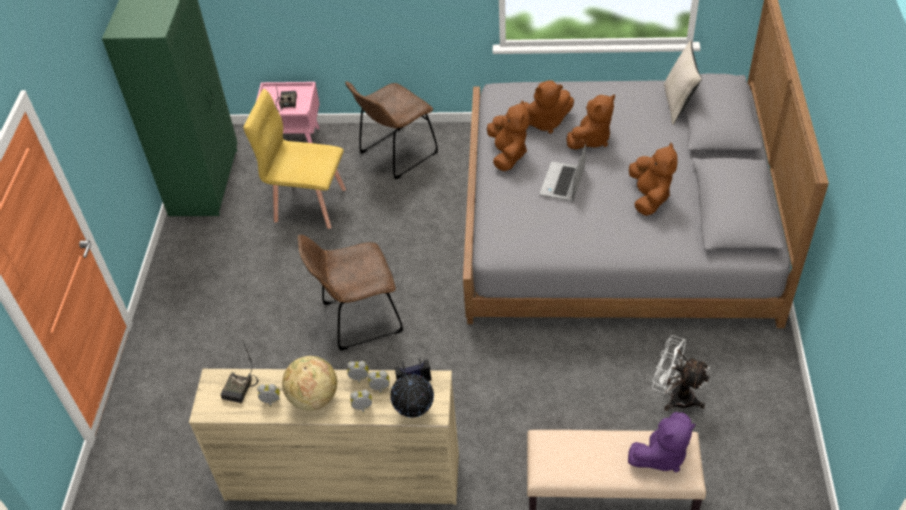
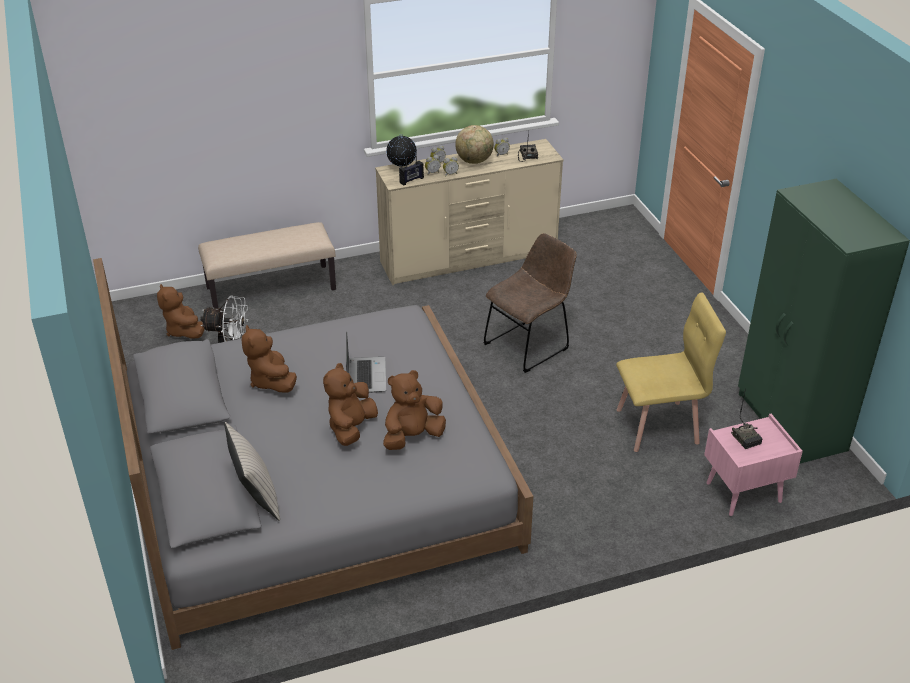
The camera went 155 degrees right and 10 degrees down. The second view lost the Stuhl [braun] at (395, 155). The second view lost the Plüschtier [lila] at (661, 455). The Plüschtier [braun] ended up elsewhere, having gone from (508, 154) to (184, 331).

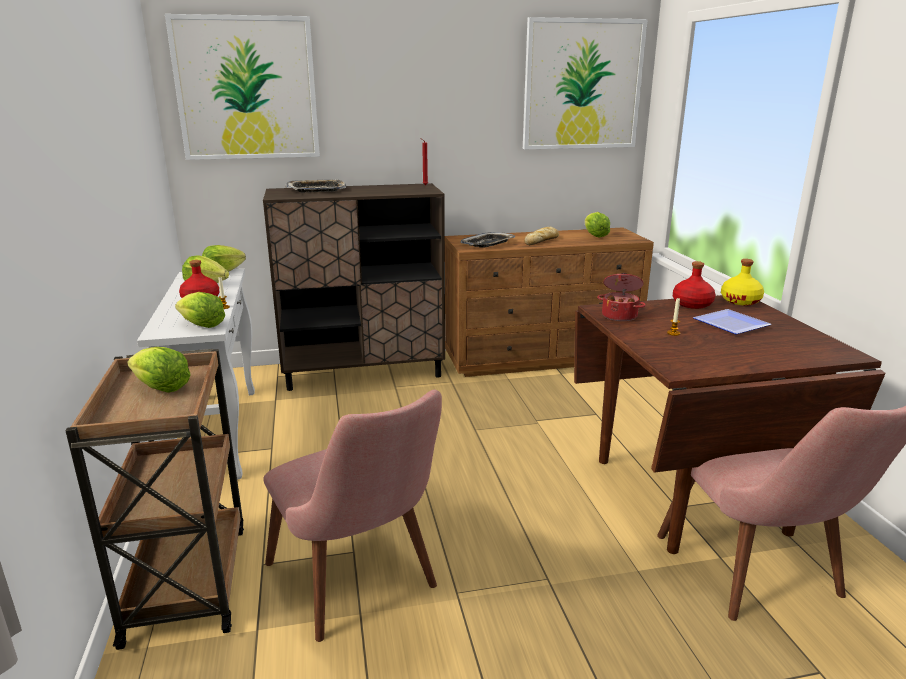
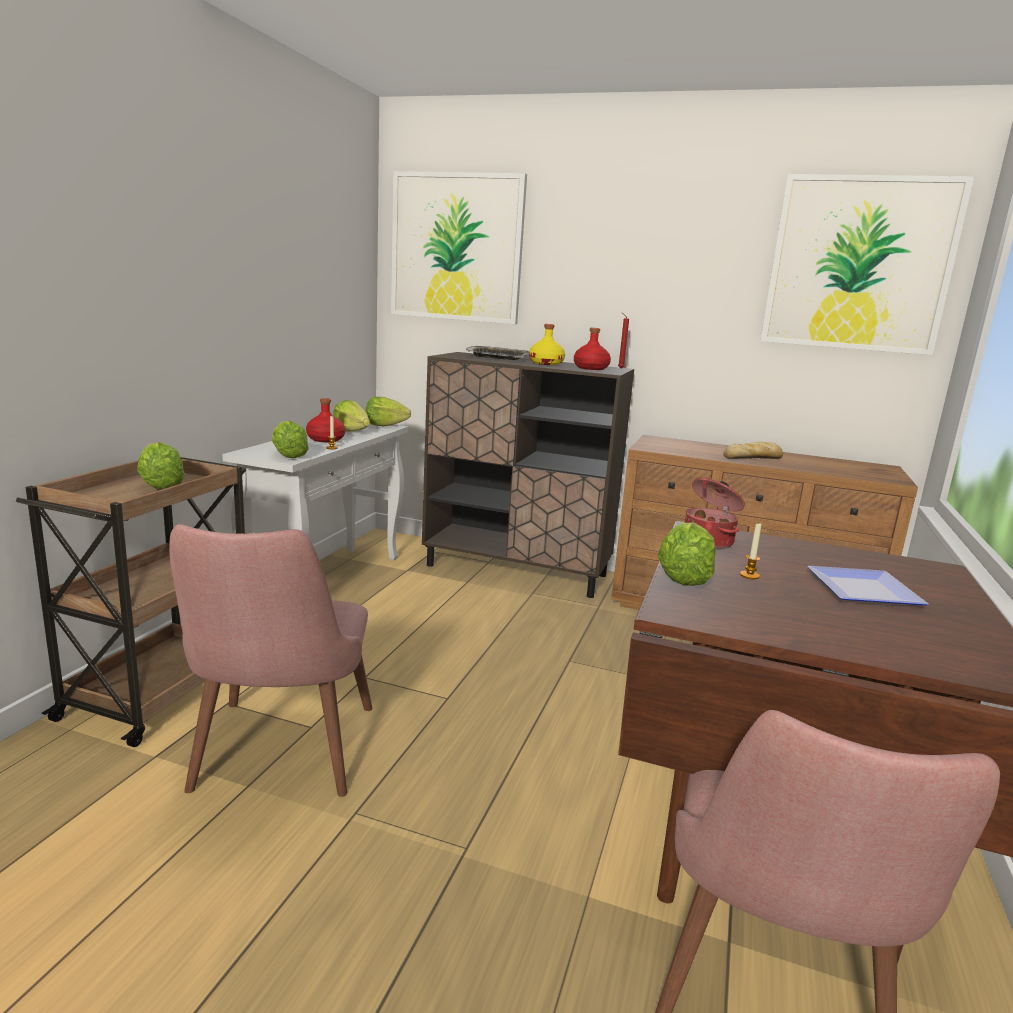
The camera went 30 degrees right and 5 degrees down. The second view lost the Tablett at (488, 244). The Salatkopf ended up elsewhere, having gone from (594, 235) to (684, 577). The Flasche [rot] ended up elsewhere, having gone from (692, 304) to (591, 368). The Flasche [gelb] ended up elsewhere, having gone from (740, 301) to (546, 363).

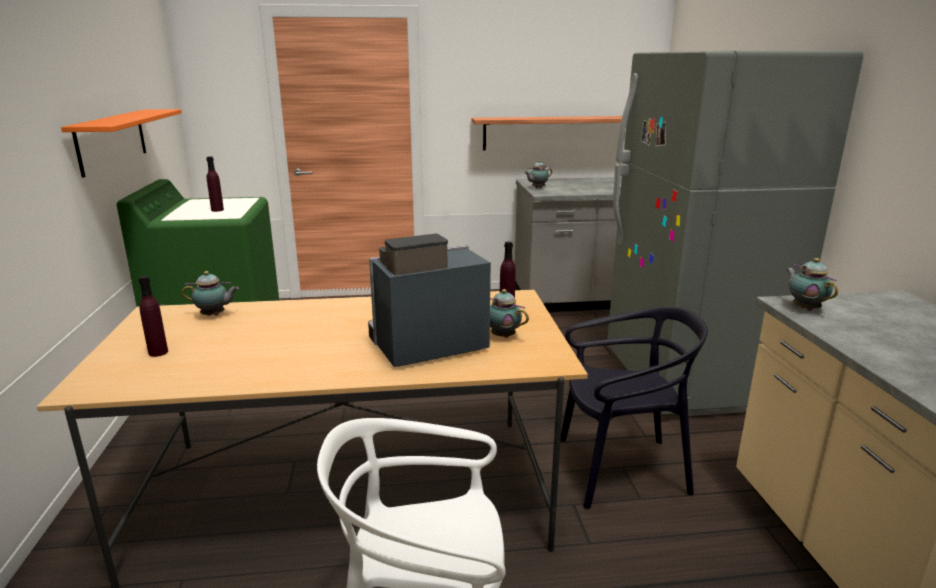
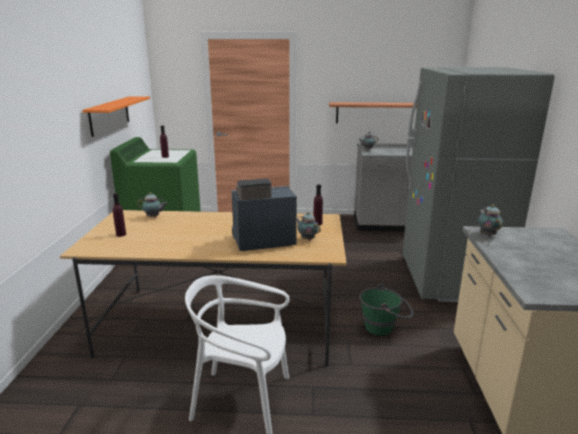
The camera went 10 degrees right and 0 degrees up. Where the Stuhl [schwarz] stood at (621, 469), the Eimer [grün] came to stand at (384, 327).

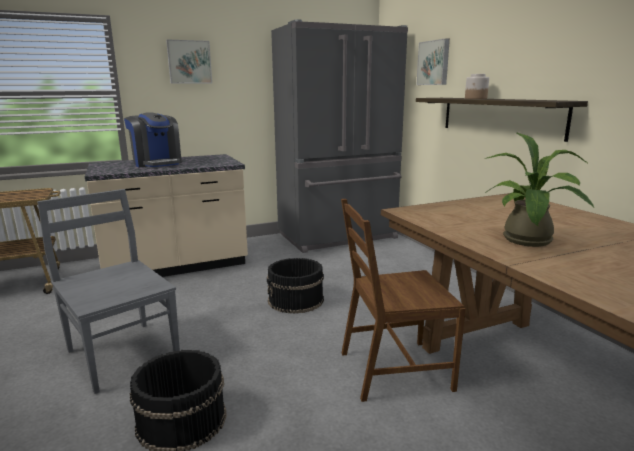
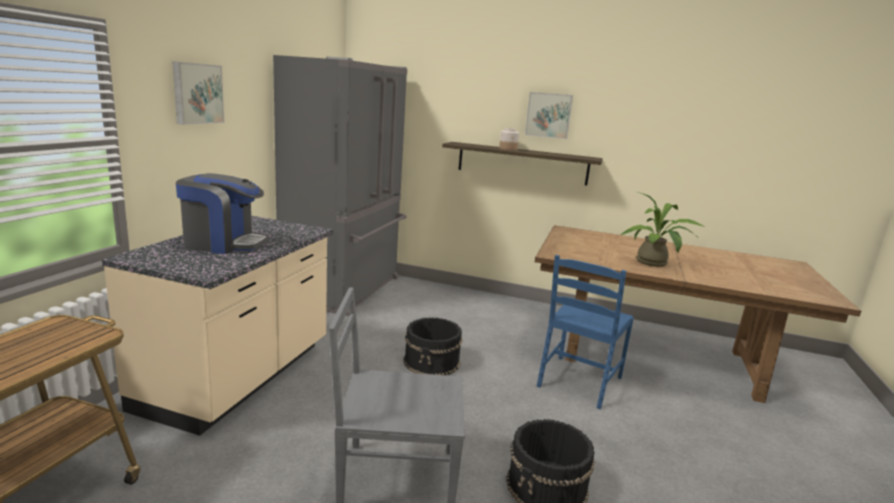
The camera went 50 degrees left and 0 degrees up. The Bild ended up elsewhere, having gone from (434, 63) to (548, 115). What was the Stuhl [braun] at (393, 370) turned into the Stuhl [blau] at (579, 382).

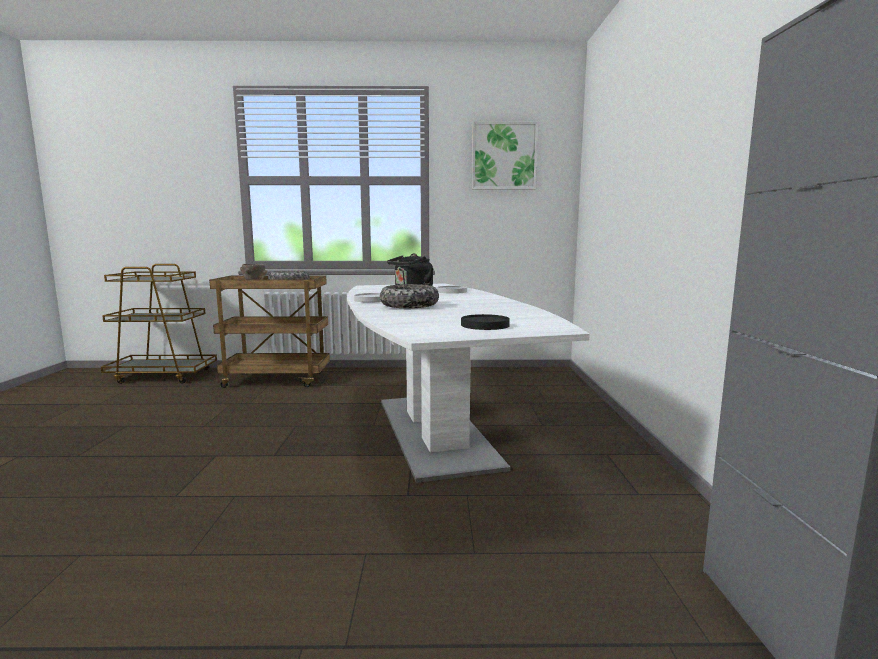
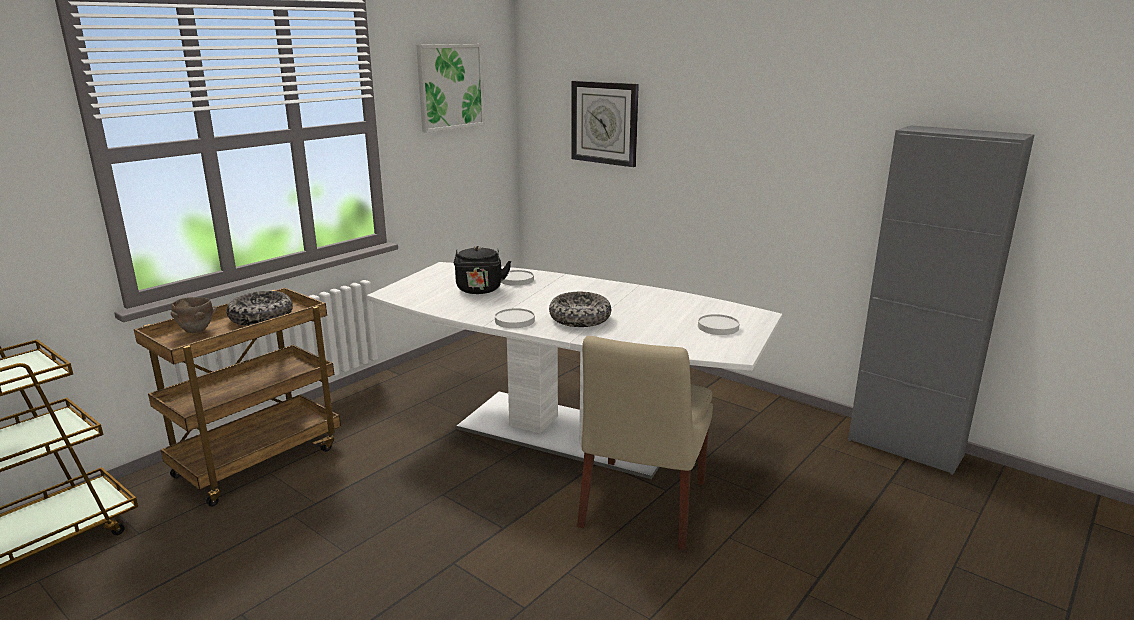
The camera went 50 degrees left and 10 degrees up. The second view gained the Wanduhr at (604, 123). The second view gained the Stuhl [beige] at (642, 507). What was the Teller [schwarz] at (485, 325) turned into the Teller [weiß] at (717, 327).

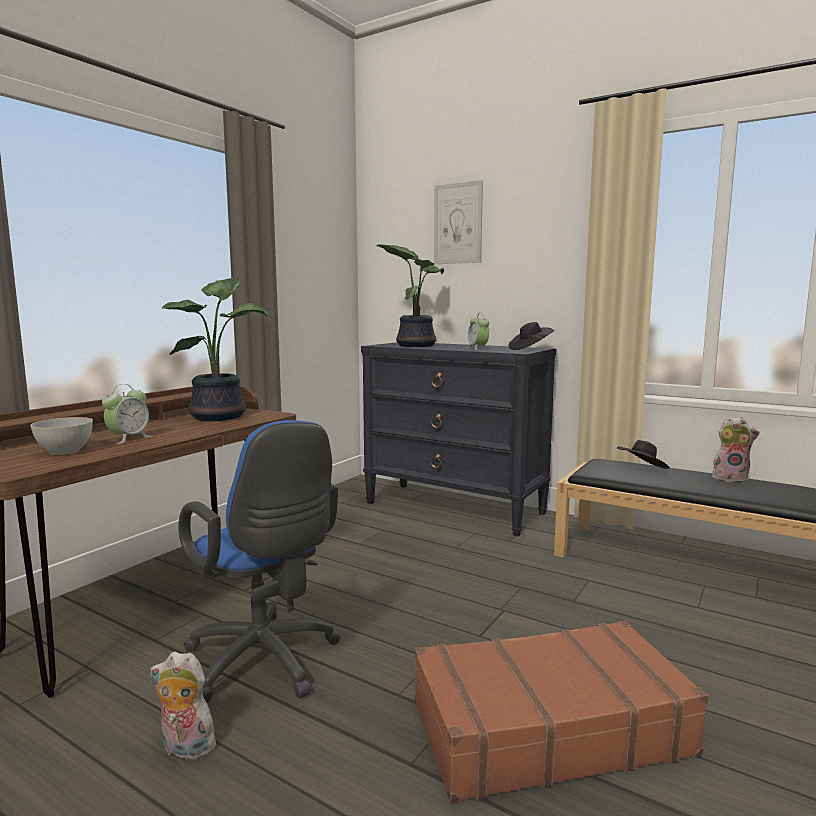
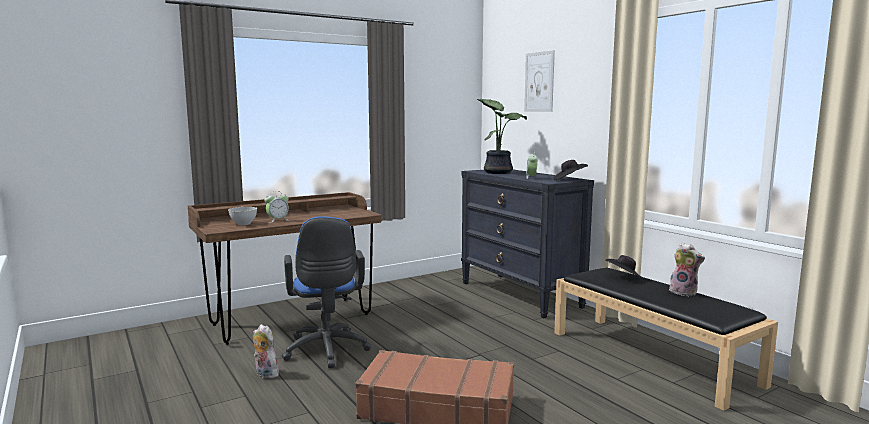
The camera went 25 degrees right and 0 degrees up. The second view lost the Topfpflanze at (222, 416).

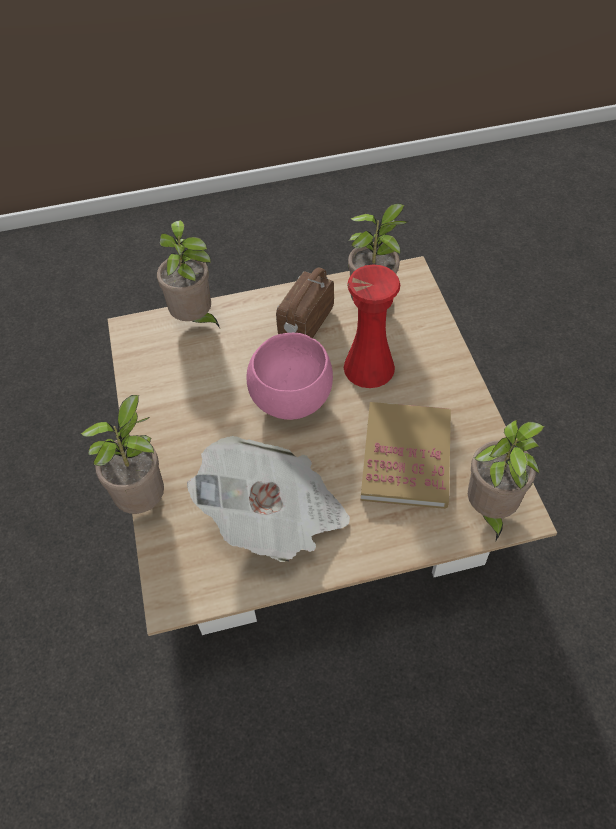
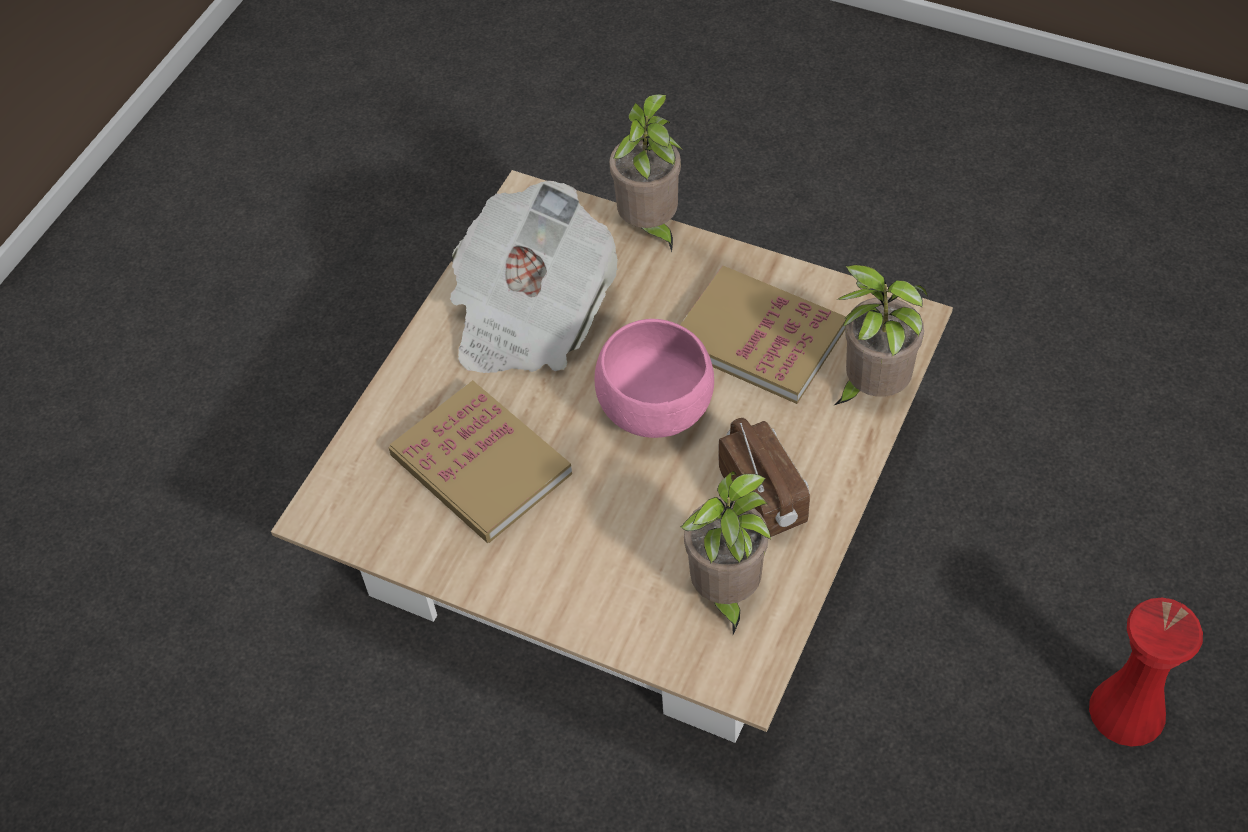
The camera went 130 degrees right and 0 degrees up. The second view lost the Topfpflanze at (490, 510). The second view gained the Buch at (759, 338). The Vase [rot] ended up elsewhere, having gone from (369, 367) to (1127, 711).

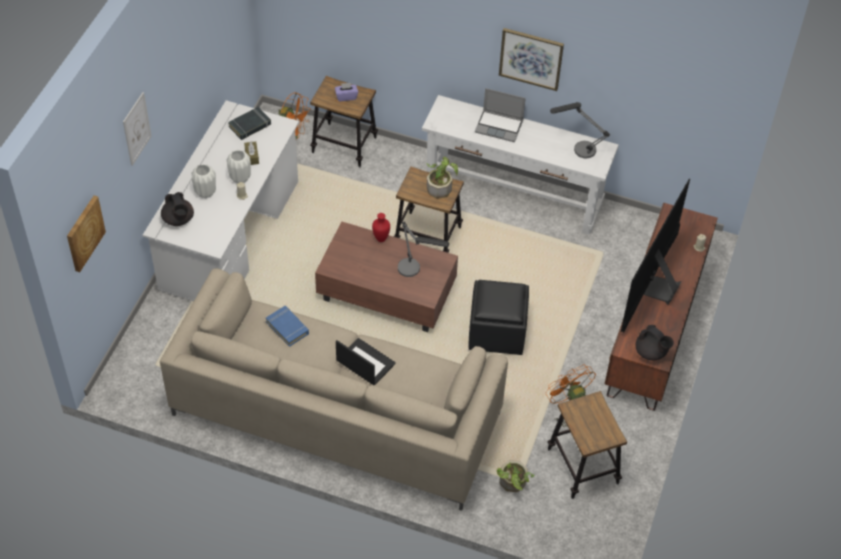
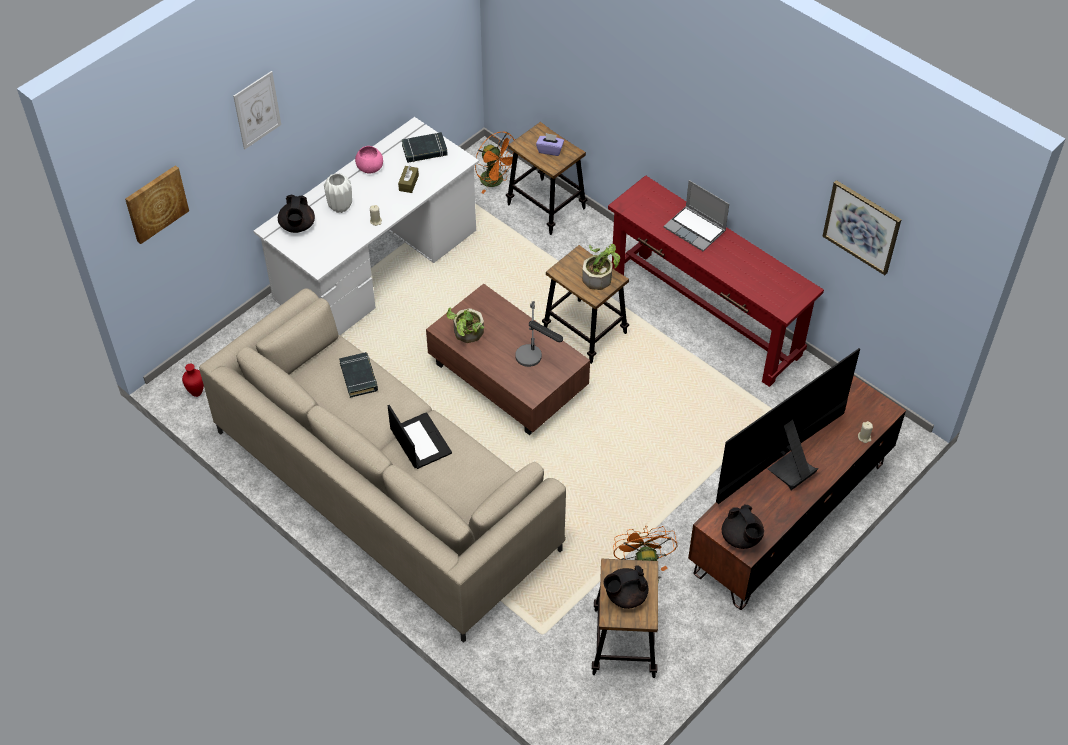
The camera went 25 degrees right and 0 degrees up. The second view lost the Vase [weiß] at (240, 178). The second view lost the Polsterhocker [schwarz] at (497, 331). The second view lost the Tischlampe at (578, 151). The second view gained the Schüssel [rosa] at (370, 167). The second view gained the Teekanne [schwarz] at (625, 595). The Vase [rot] ended up elsewhere, having gone from (380, 238) to (196, 392). The Topfpflanze ended up elsewhere, having gone from (512, 484) to (467, 335). The Bild ended up elsewhere, having gone from (531, 58) to (862, 226). What was the Buch [blau] at (287, 328) turned into the Buch [schwarz] at (359, 377). What was the Konsolentisch [weiß] at (513, 195) turned into the Konsolentisch [rot] at (704, 316).

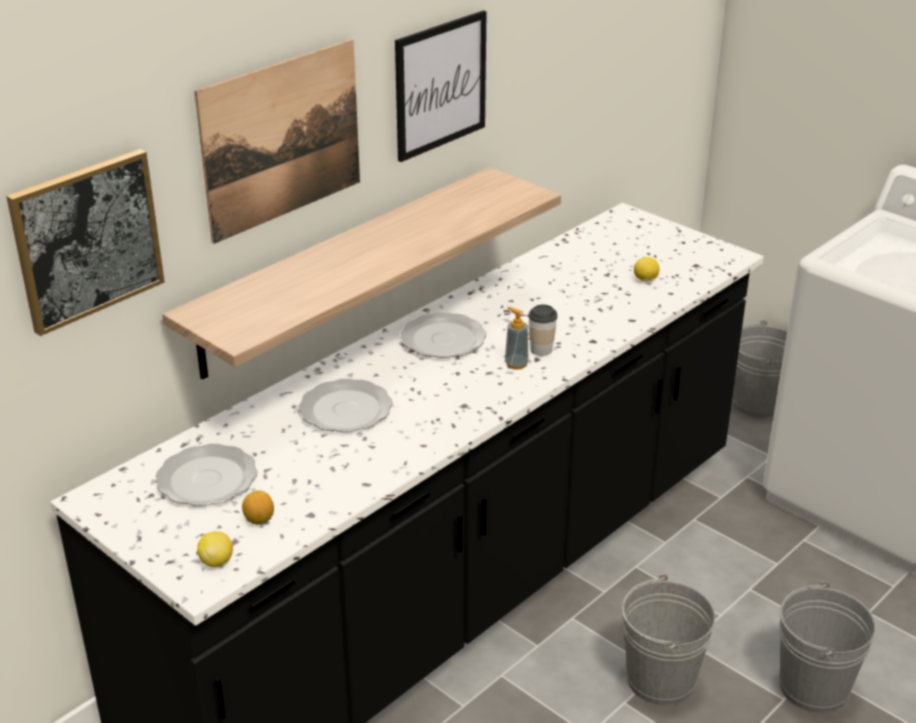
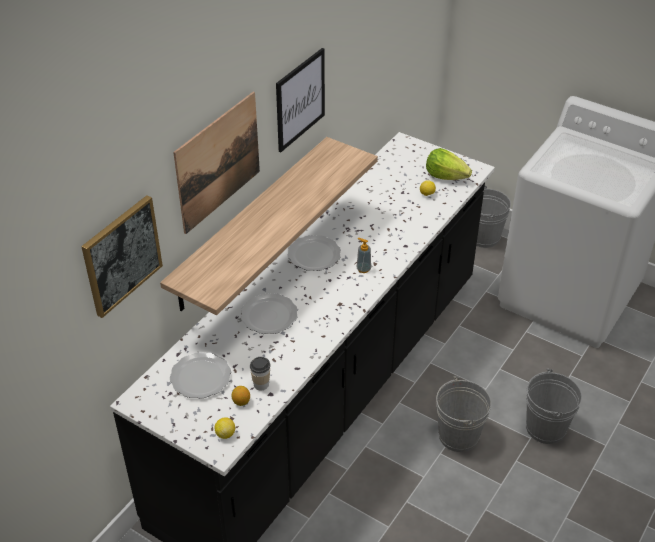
The camera went 10 degrees left and 10 degrees up. The second view gained the Salatkopf at (445, 176). The Tasse ended up elsewhere, having gone from (541, 350) to (261, 384).

